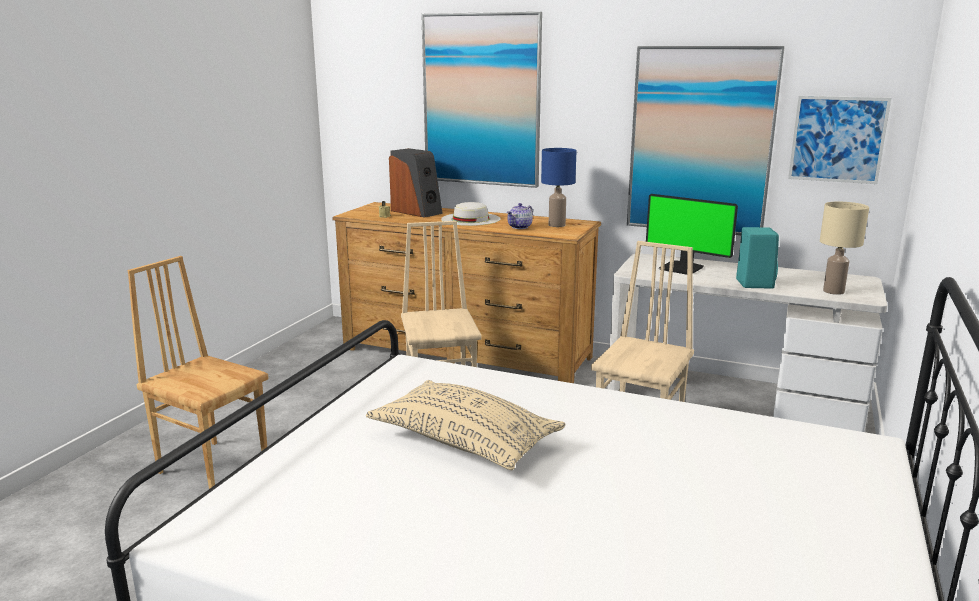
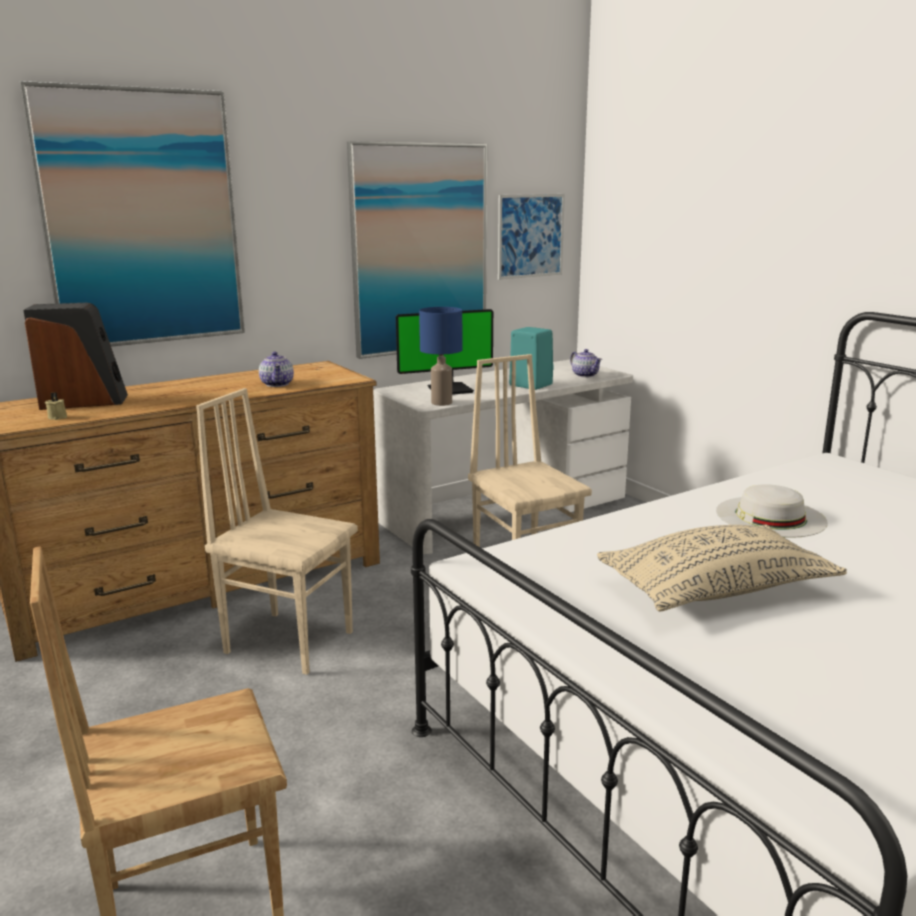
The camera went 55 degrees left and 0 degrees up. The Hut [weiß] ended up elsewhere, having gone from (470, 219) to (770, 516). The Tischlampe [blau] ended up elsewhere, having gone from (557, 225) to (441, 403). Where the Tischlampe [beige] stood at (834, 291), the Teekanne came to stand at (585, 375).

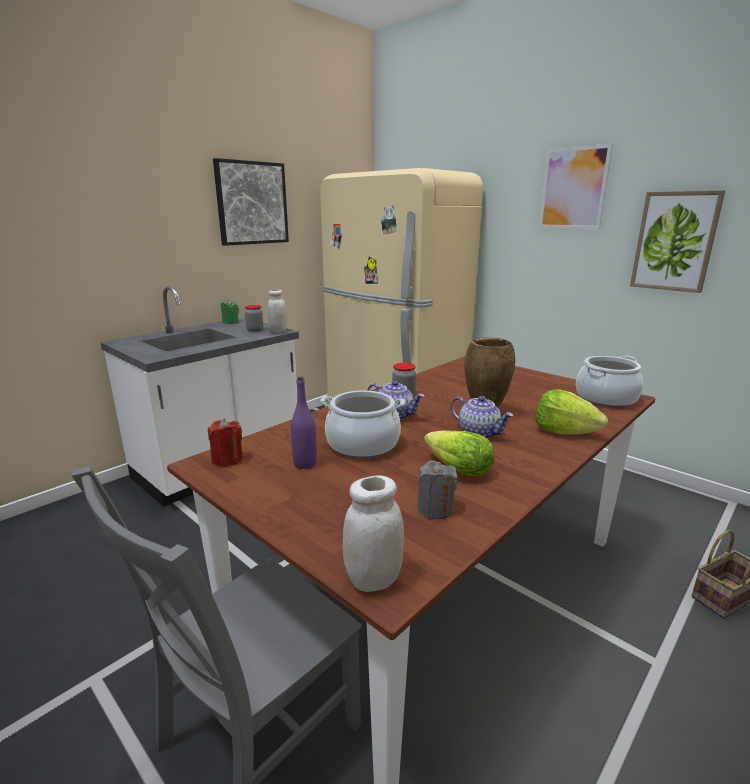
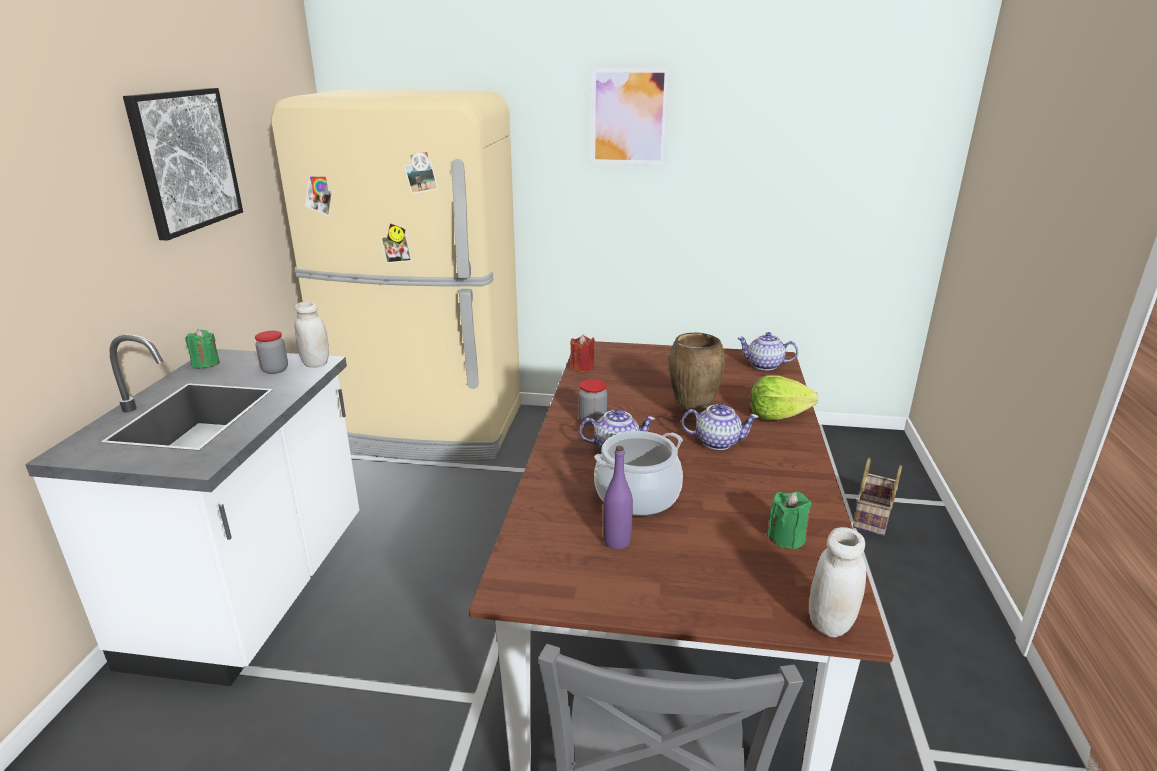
The camera went 35 degrees left and 5 degrees up. The second view lost the Salatkopf at (457, 469). The second view lost the Bild at (674, 241). The Kerze [rot] ended up elsewhere, having gone from (227, 459) to (582, 367). Where the Kochtopf stood at (606, 399), the Teekanne came to stand at (764, 365). What was the Kerze [grau] at (435, 509) turned into the Kerze [grün] at (786, 537).

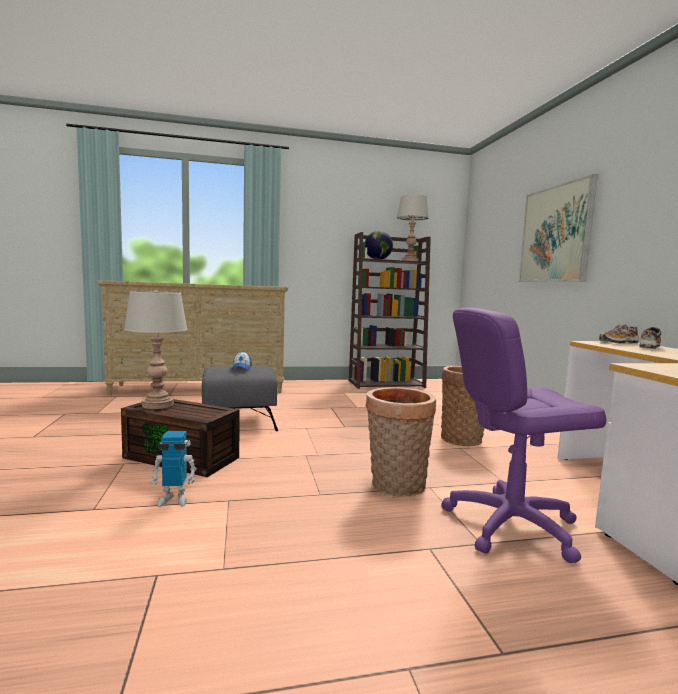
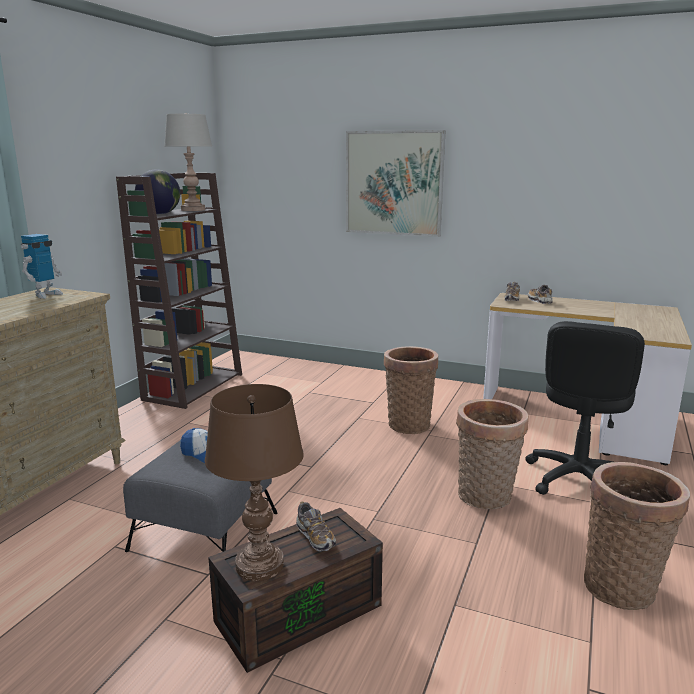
The camera went 55 degrees left and 10 degrees up. The second view gained the Schuh at (315, 537). The second view gained the Korb at (622, 586). The Spielzeugroboter ended up elsewhere, having gone from (174, 499) to (45, 295). What was the Tischlampe [grau] at (158, 405) turned into the Tischlampe [braun] at (260, 565). What was the Bürostuhl [lila] at (510, 525) turned into the Bürostuhl [schwarz] at (577, 479).

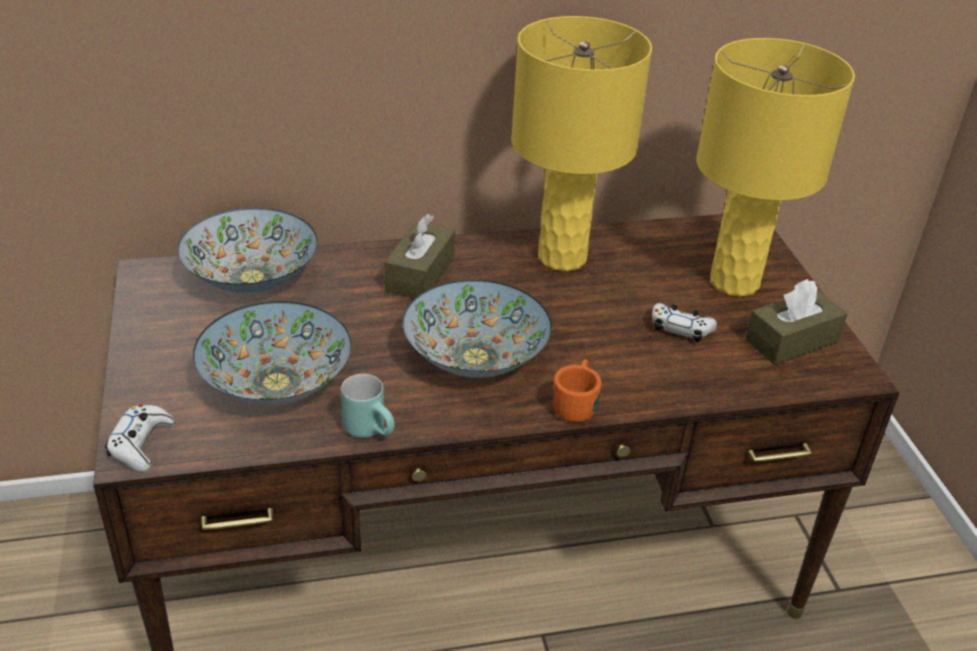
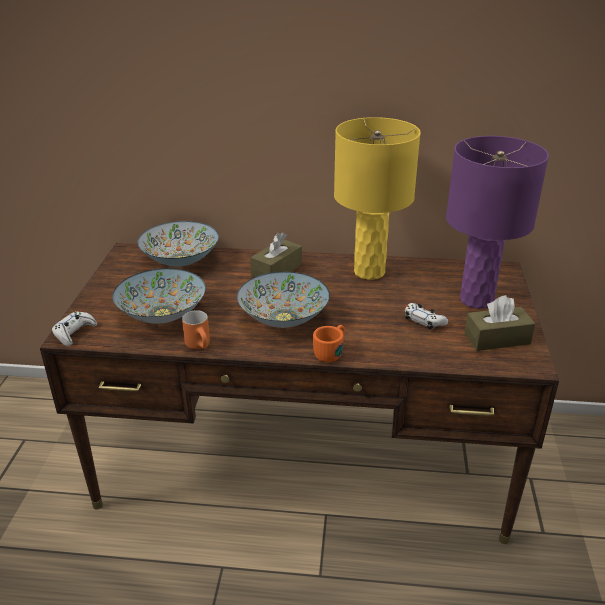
The camera went 20 degrees right and 5 degrees down. What was the Henkelbecher [türkis] at (372, 430) turned into the Henkelbecher [orange] at (201, 346). What was the Tischlampe [gelb] at (734, 282) turned into the Tischlampe [lila] at (476, 300).

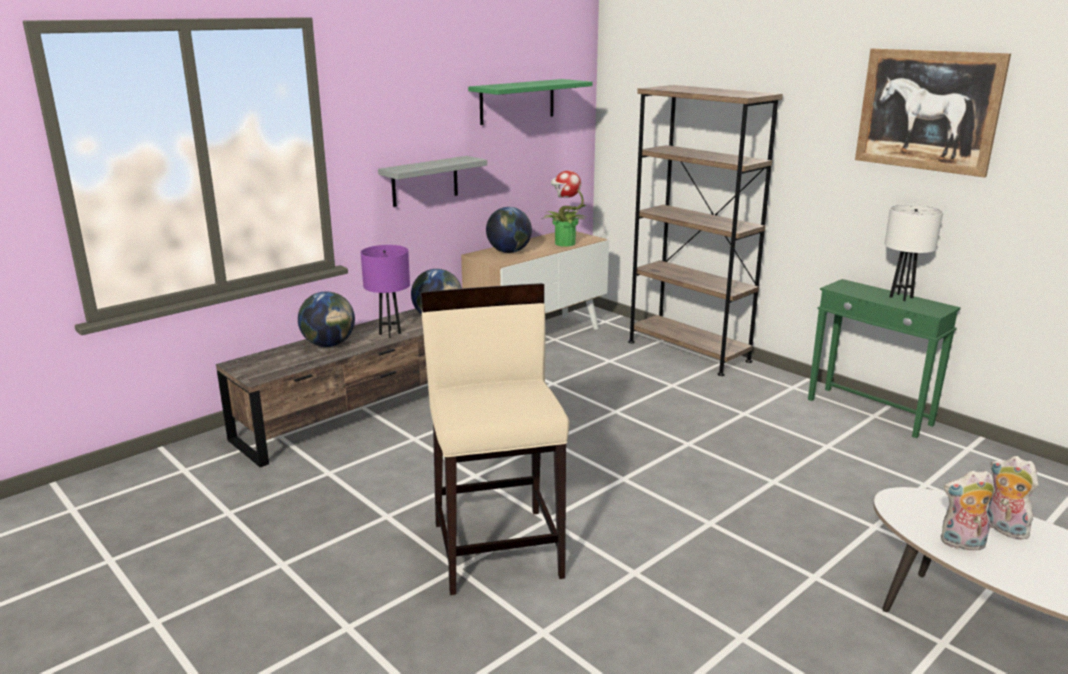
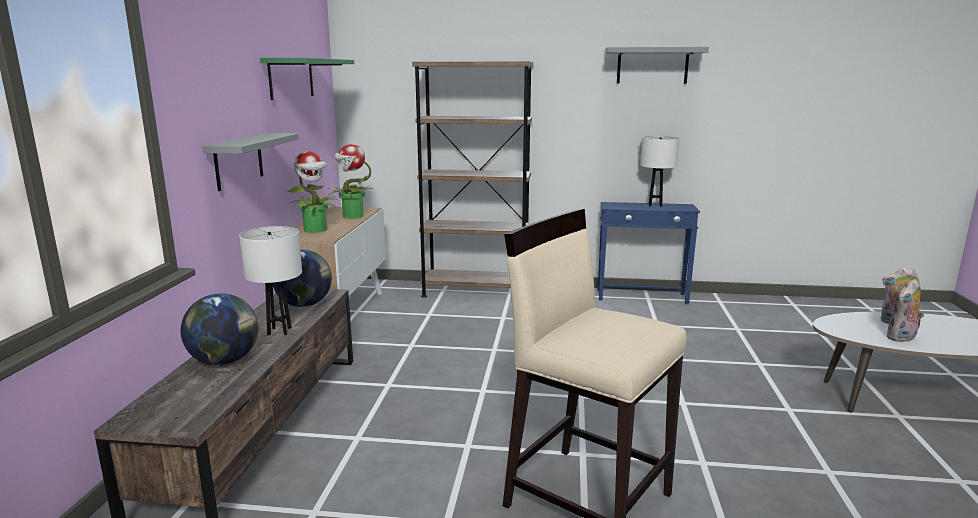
The camera went 40 degrees left and 5 degrees down. Where the Globus stood at (509, 252), the Topfpflanze came to stand at (316, 230). Where the Bild hung at (927, 110), the Wandregal [grau] came to hang at (652, 65). What was the Tischlampe [lila] at (390, 333) turned into the Tischlampe [weiß] at (279, 331). What was the Beistelltisch [grün] at (869, 412) turned into the Beistelltisch [blau] at (642, 297).

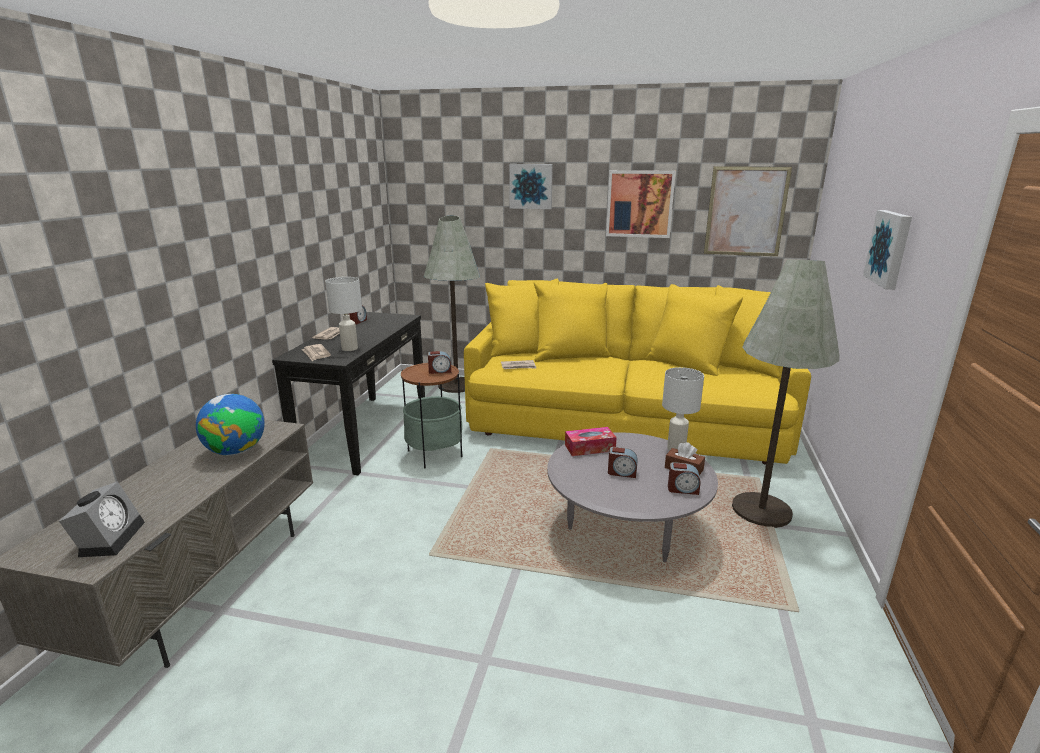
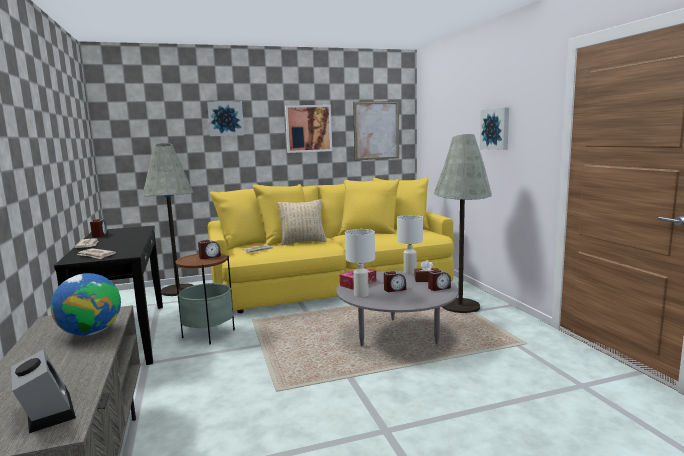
The camera went 30 degrees left and 10 degrees down. The second view gained the Kissen [beige] at (303, 242). The Tischlampe [weiß] ended up elsewhere, having gone from (350, 349) to (361, 295).

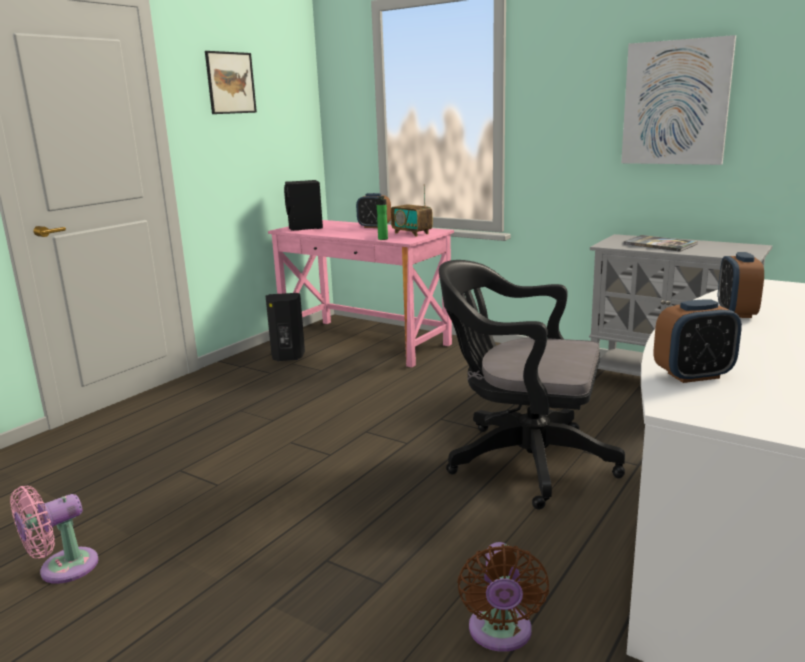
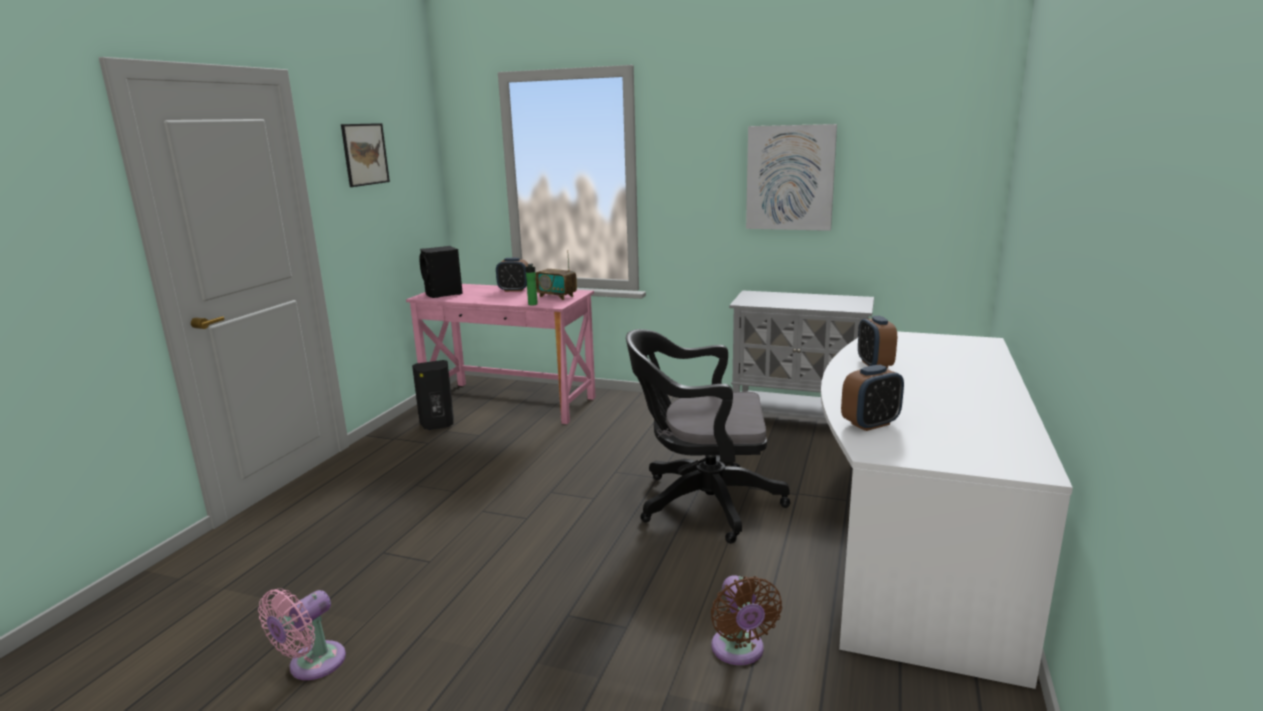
The camera went 15 degrees left and 0 degrees up. The second view lost the Buch at (660, 244).

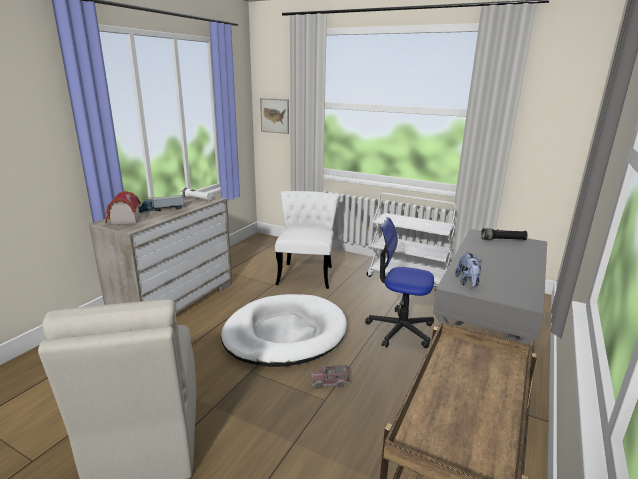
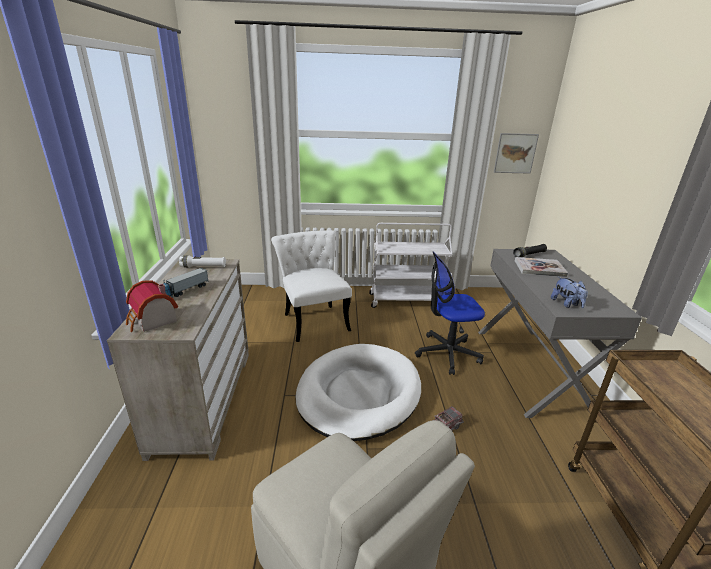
The camera went 30 degrees left and 5 degrees up. The second view gained the Buch at (539, 268). The Bild ended up elsewhere, having gone from (274, 115) to (515, 153).

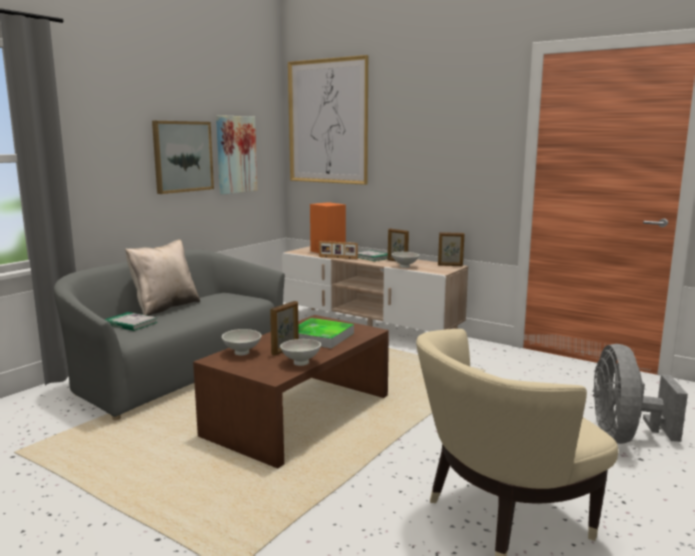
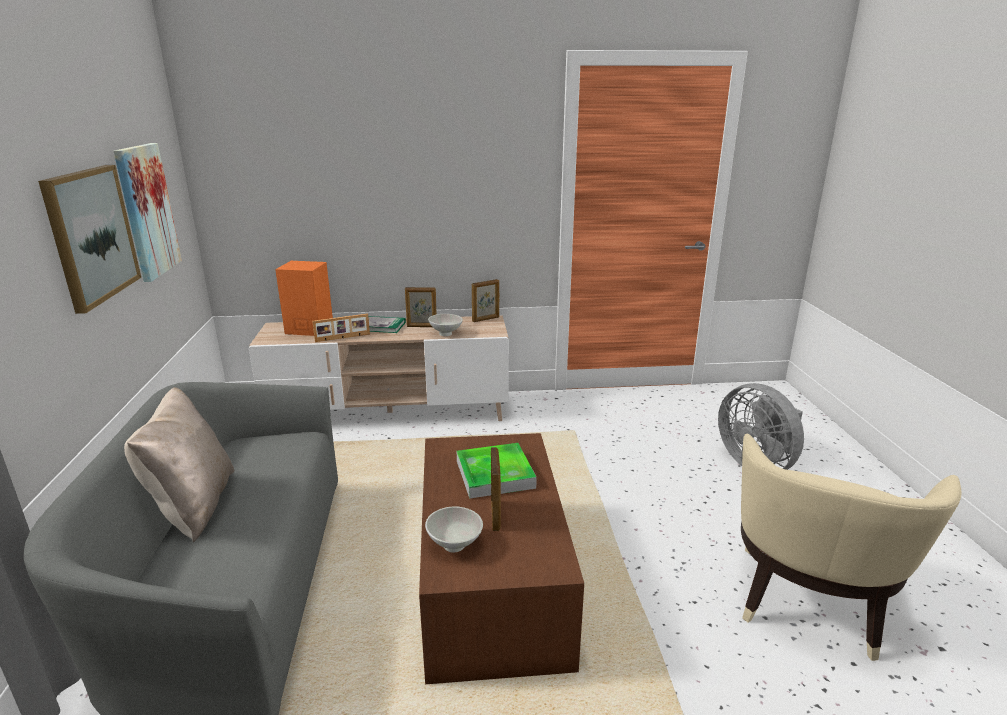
The camera went 40 degrees left and 10 degrees up. The second view lost the Buch at (130, 323). The second view lost the Schüssel [weiß] at (300, 363). The second view lost the Bild at (327, 122).

